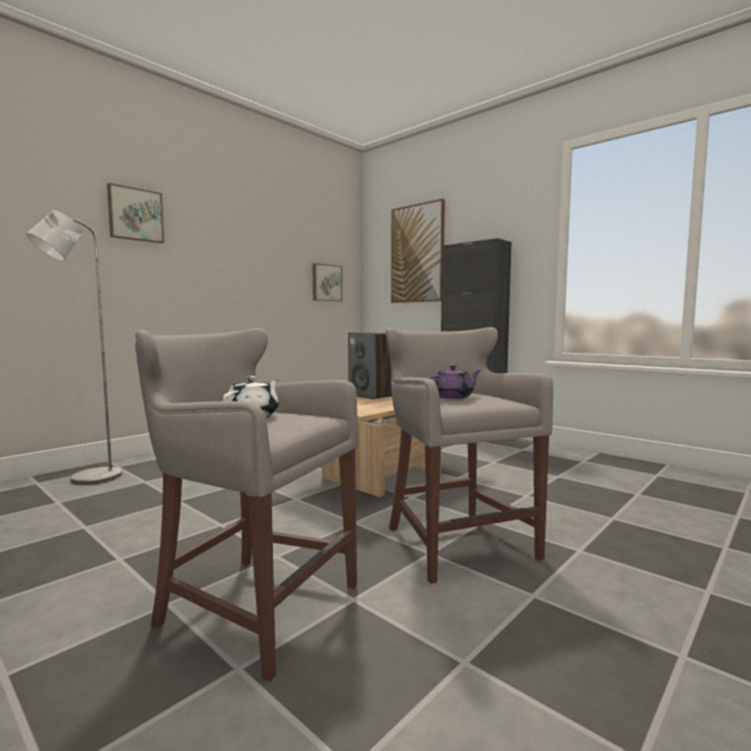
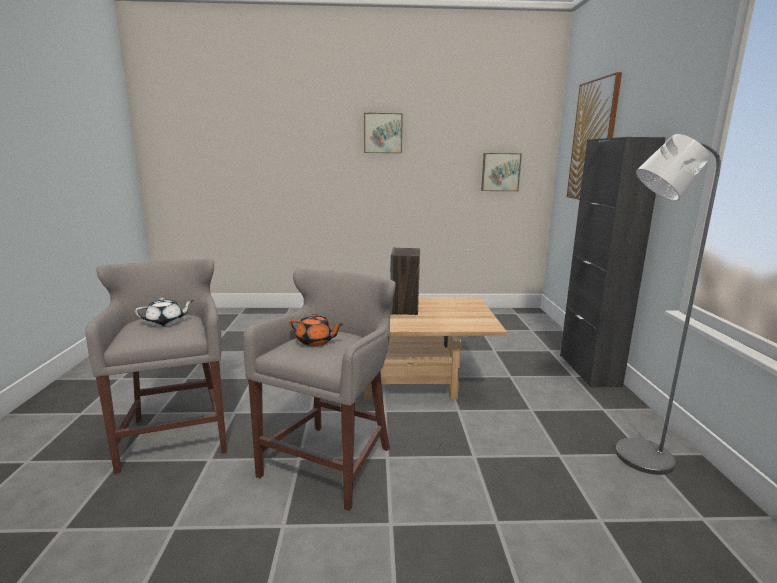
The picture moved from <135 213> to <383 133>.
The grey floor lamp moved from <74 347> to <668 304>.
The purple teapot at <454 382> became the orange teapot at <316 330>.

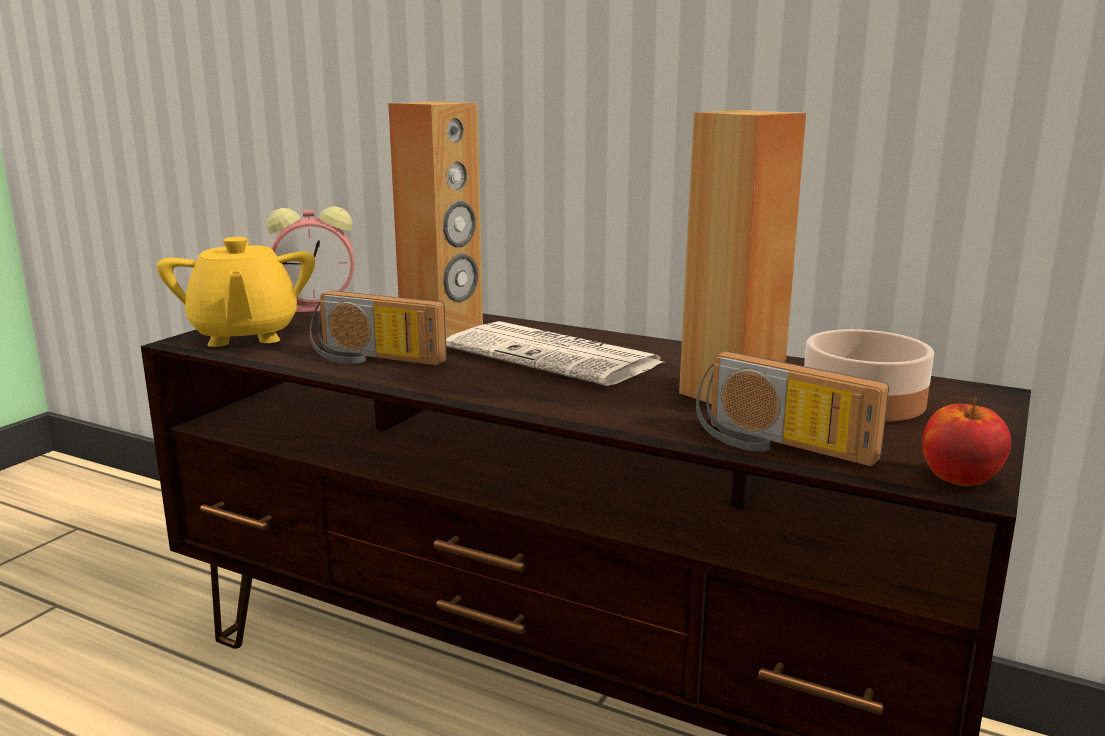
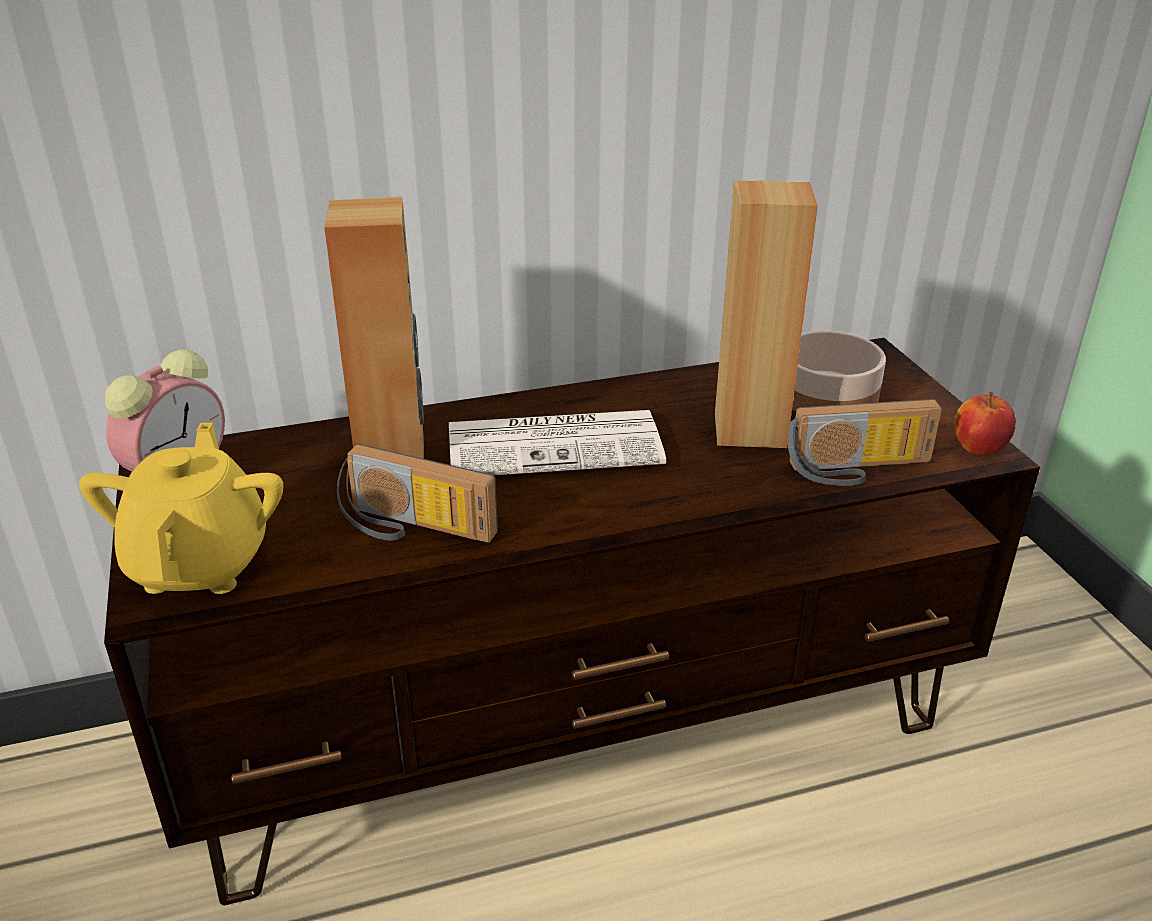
The yellow teapot at <236 292> turned 120 degrees counterclockwise.
The radio at <378 328> turned 45 degrees clockwise.

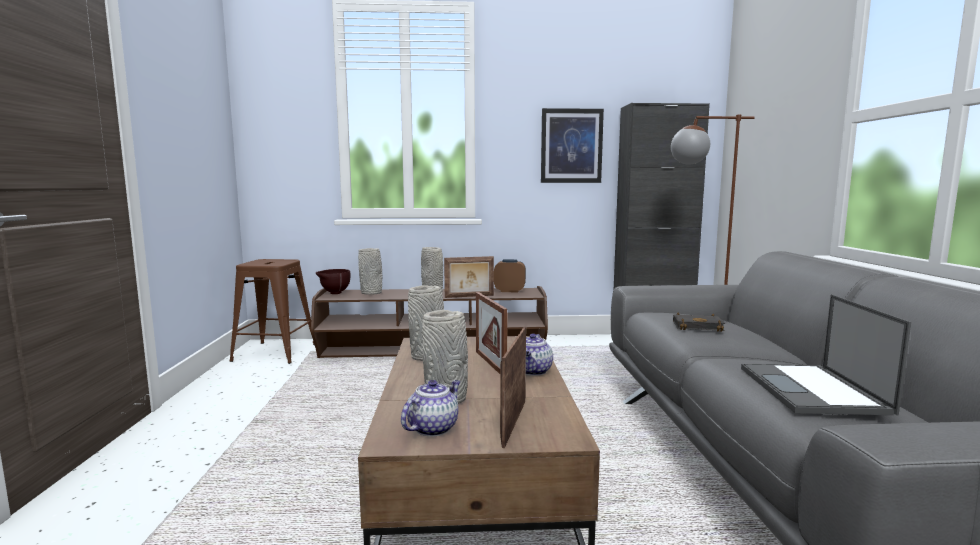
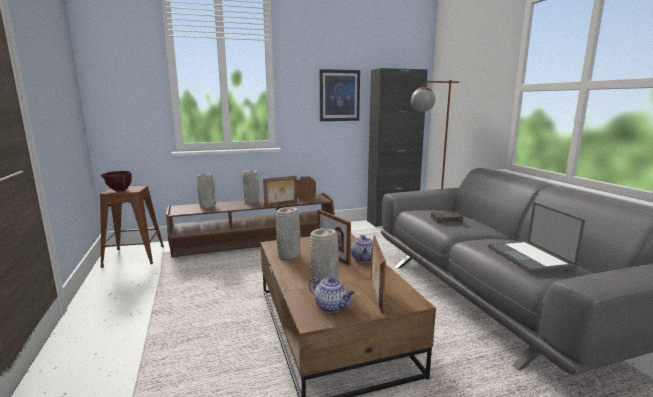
The brown bowl moved from <333 281> to <116 181>.
The teapot at <431 408> turned 105 degrees clockwise.

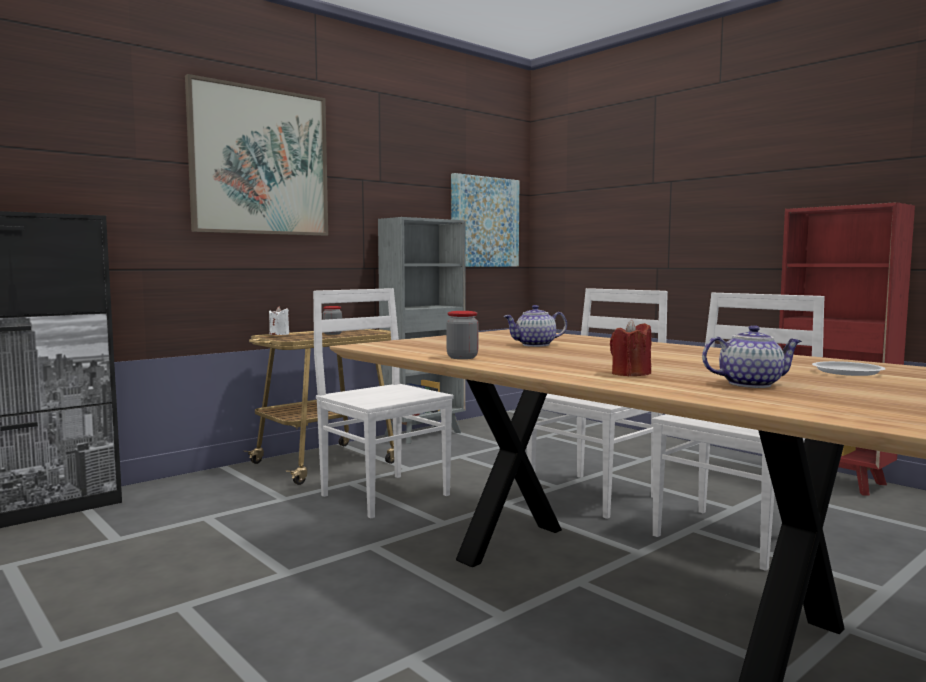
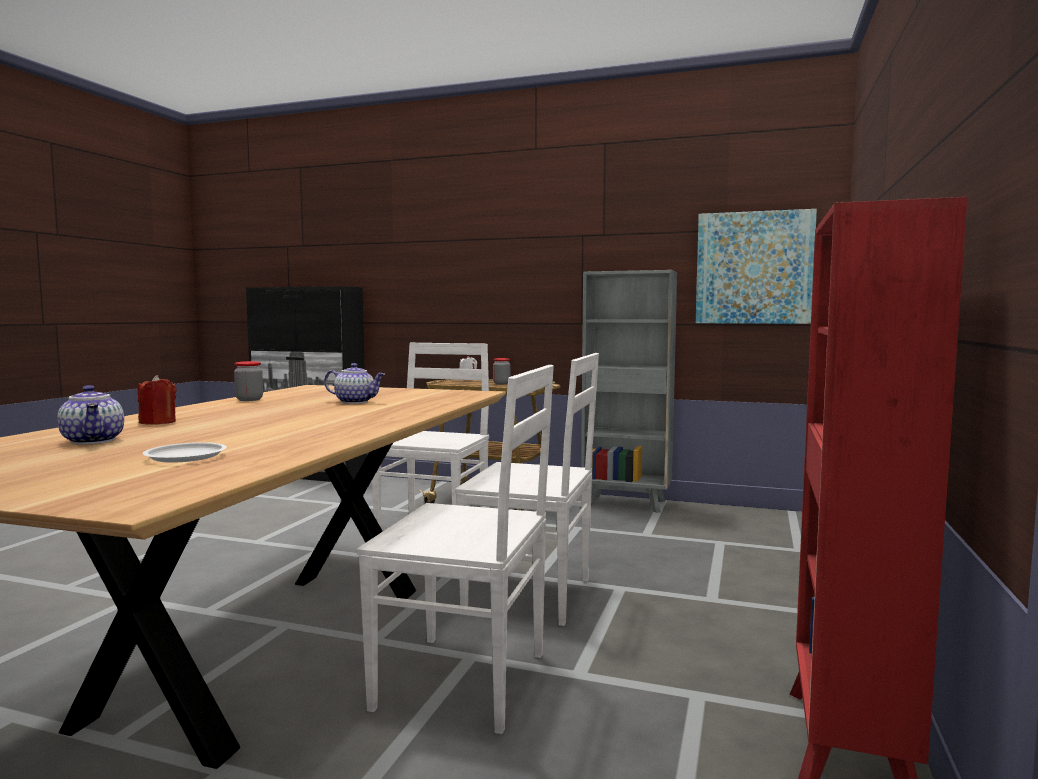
The picture at <256 155> disappeared.
The teapot at <535 326> turned 150 degrees clockwise.

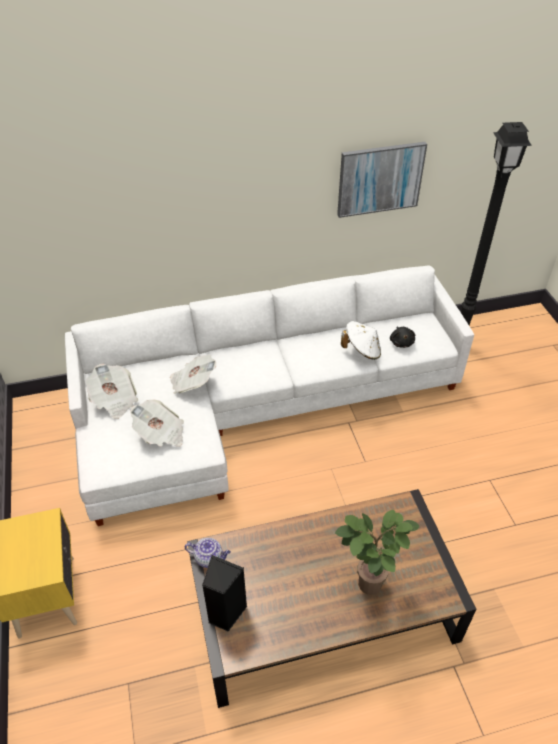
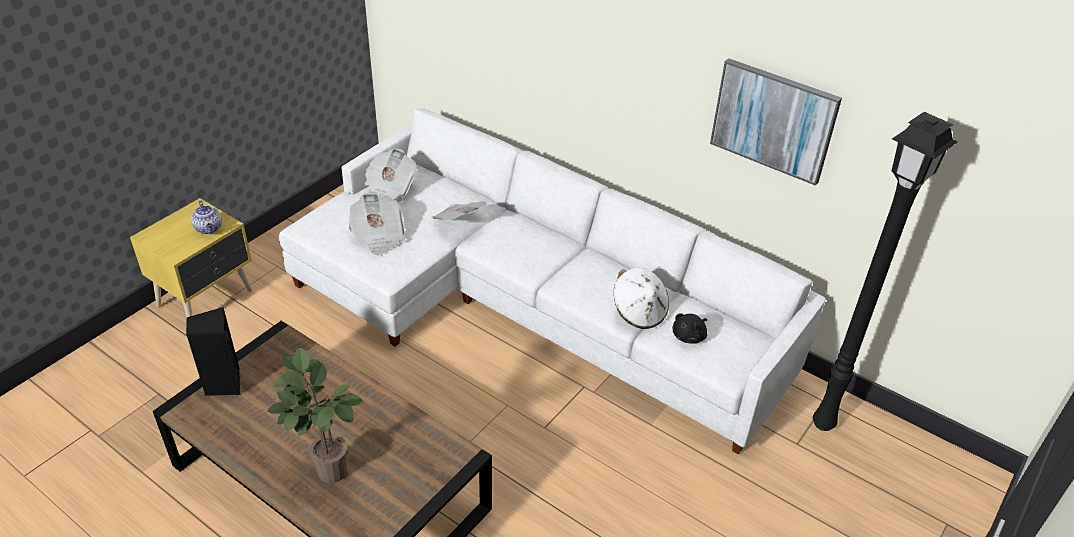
The teapot moved from <208 553> to <206 217>.

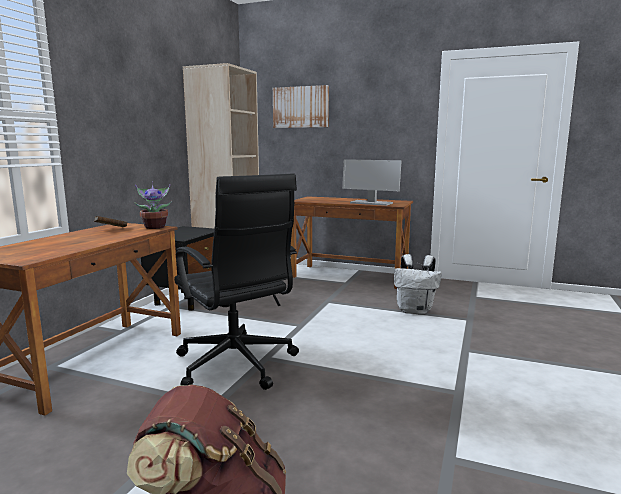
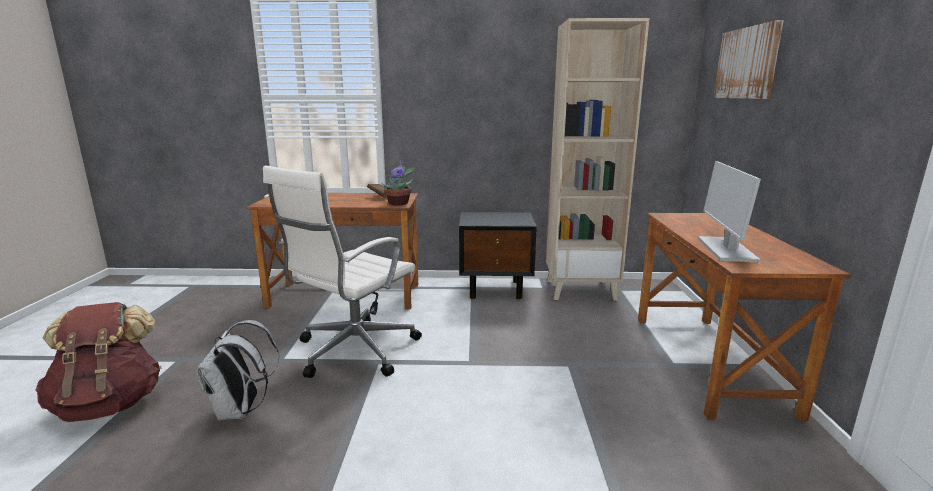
The black office chair at <236 282> became the white office chair at <342 272>.
The white backpack moved from <418 284> to <238 370>.

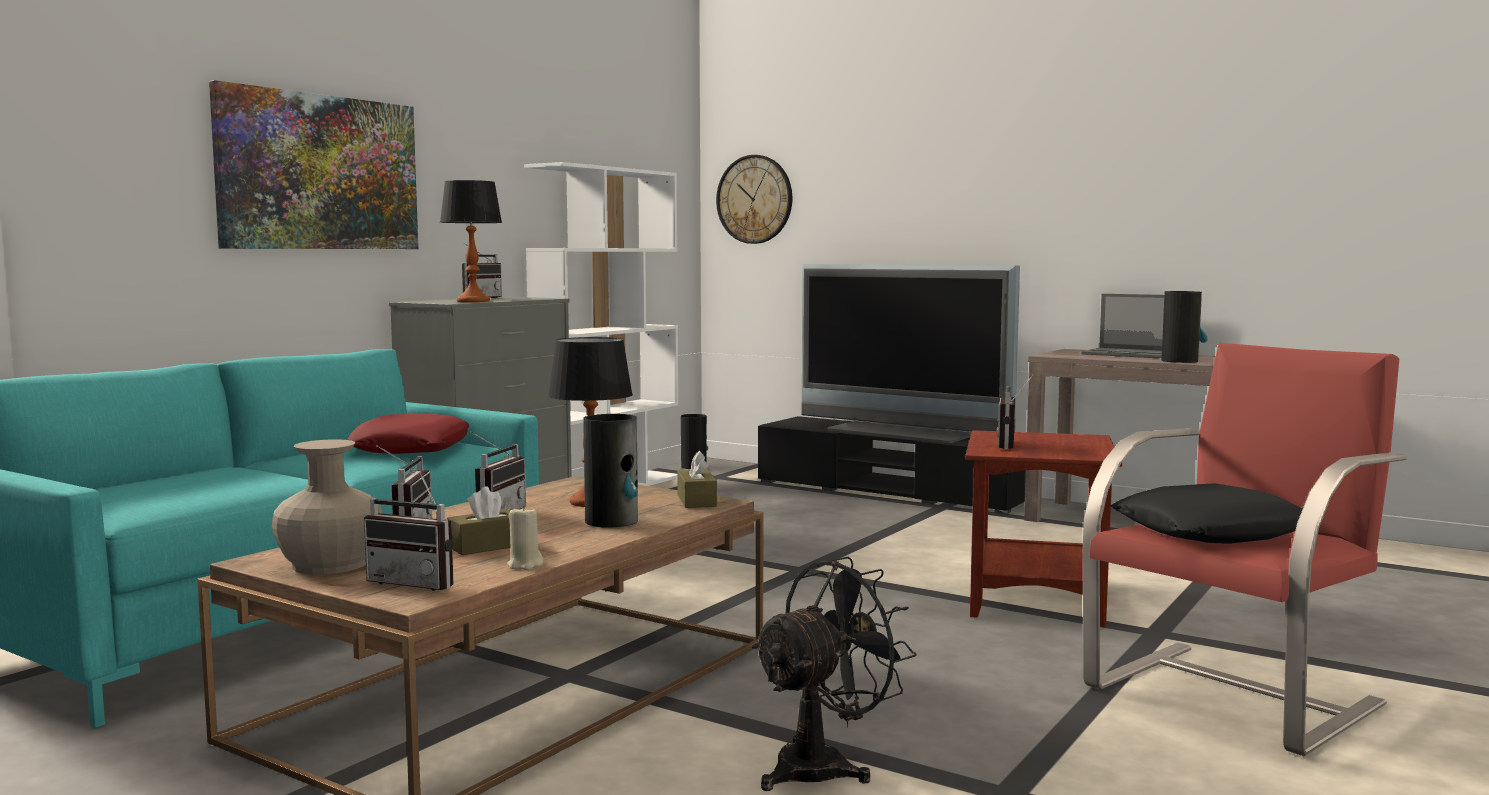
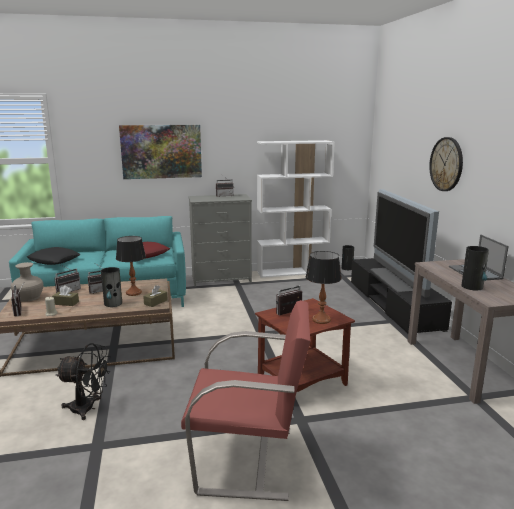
The wall clock moved from <754 199> to <446 164>.
The table lamp moved from <471 241> to <323 287>.
The black pillow moved from <1206 513> to <54 256>.

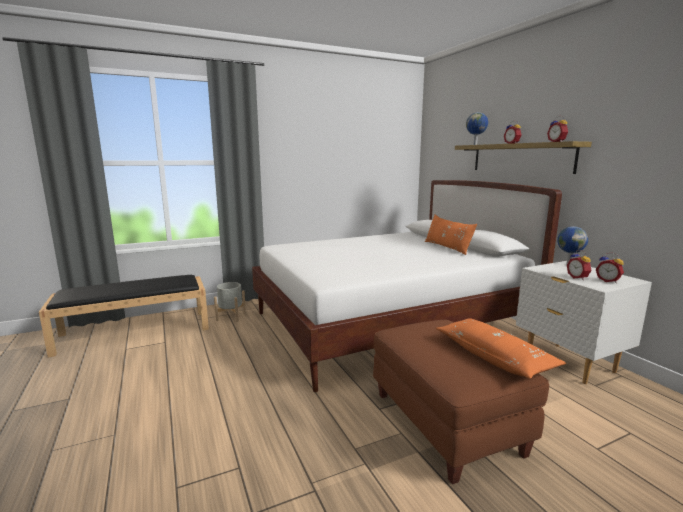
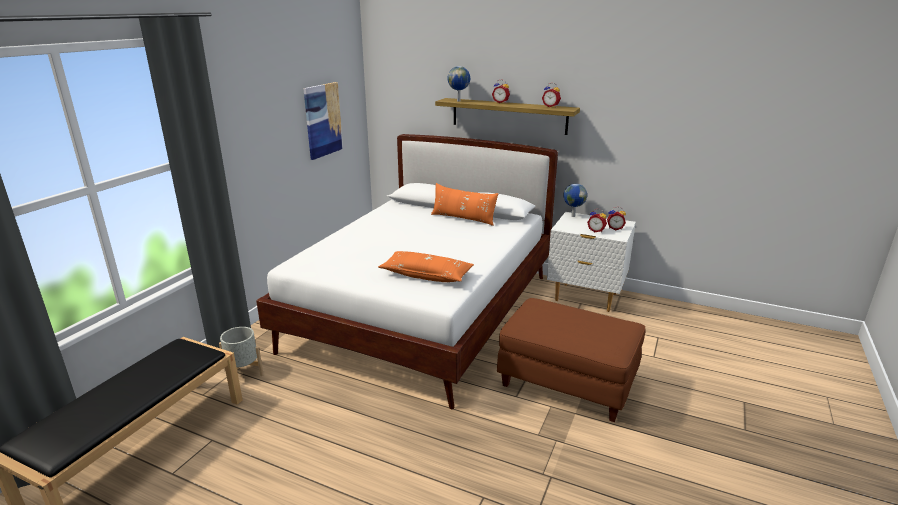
The orange pillow moved from <501 348> to <426 266>.
The picture at <323 121> appeared.

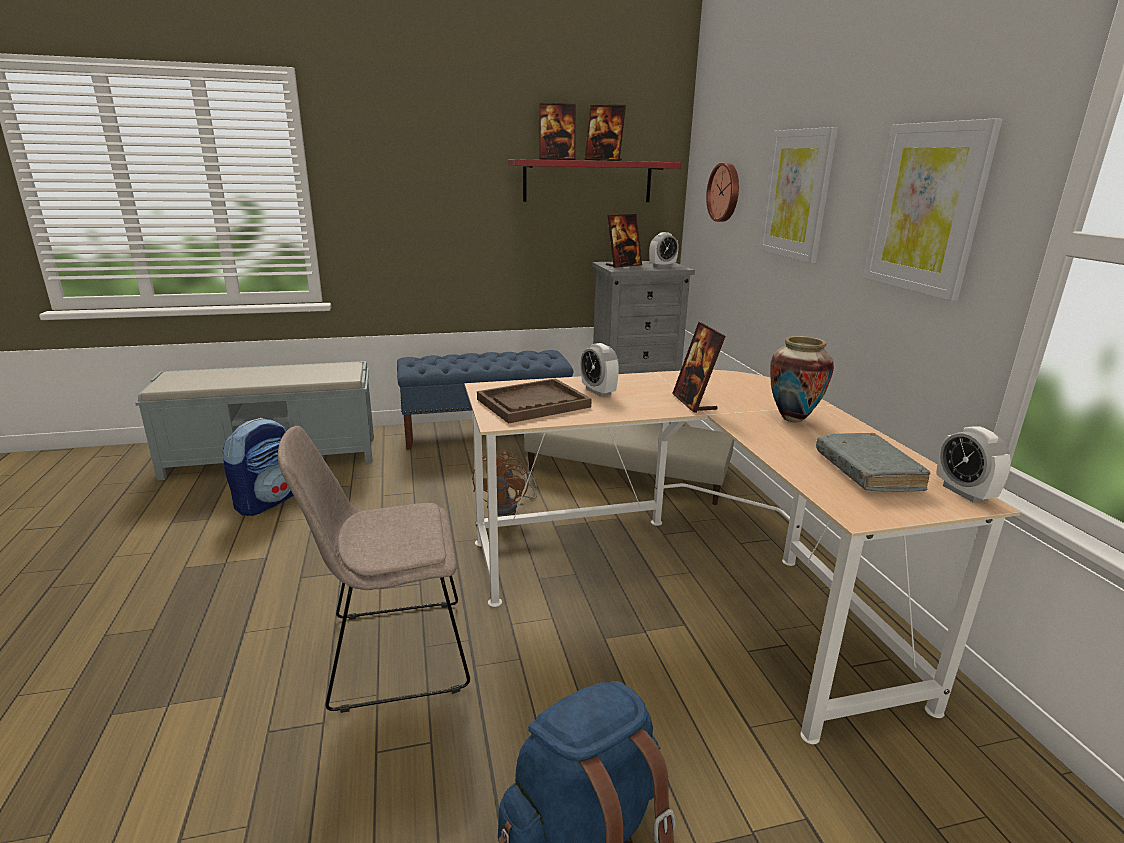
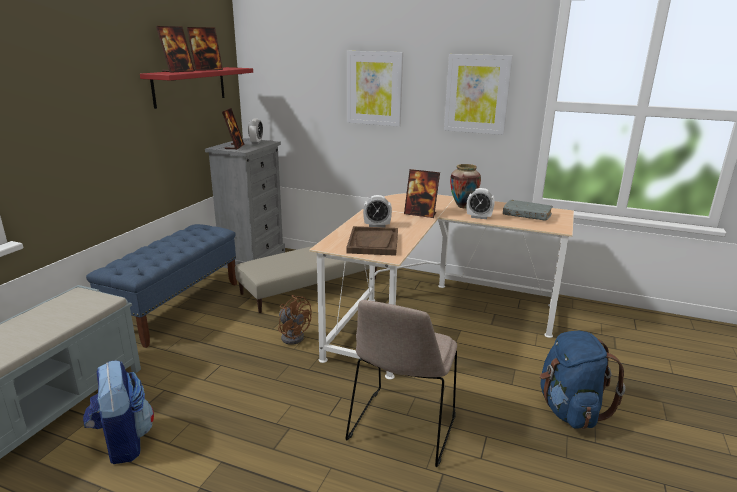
The wall clock at <722 192> disappeared.
The alarm clock moved from <973 464> to <481 203>.

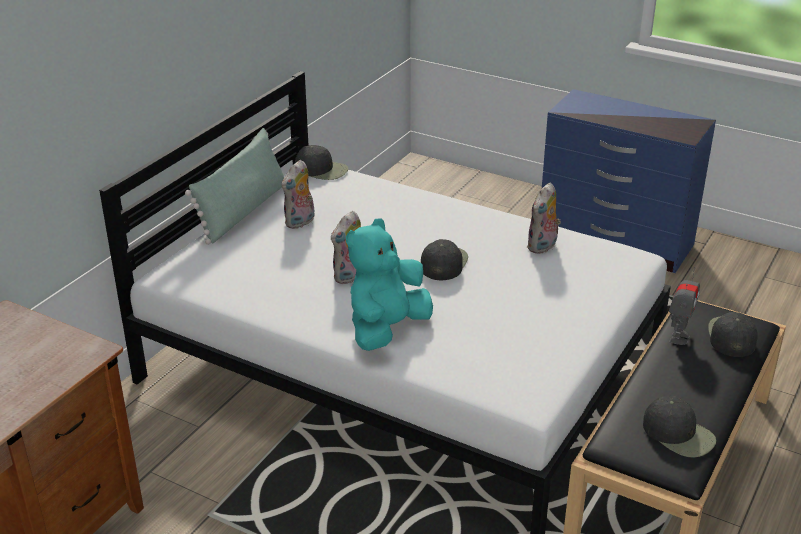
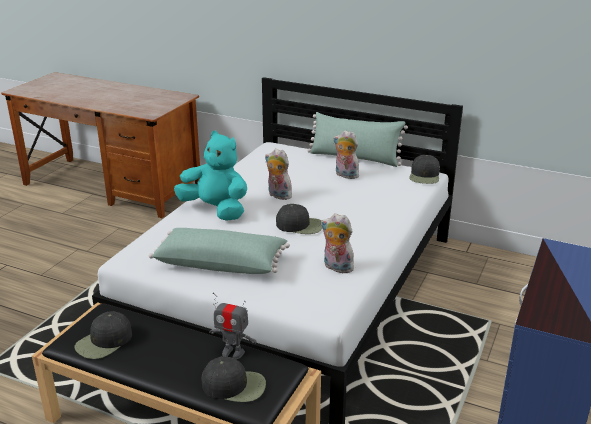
The green pillow at <219 251> appeared.

